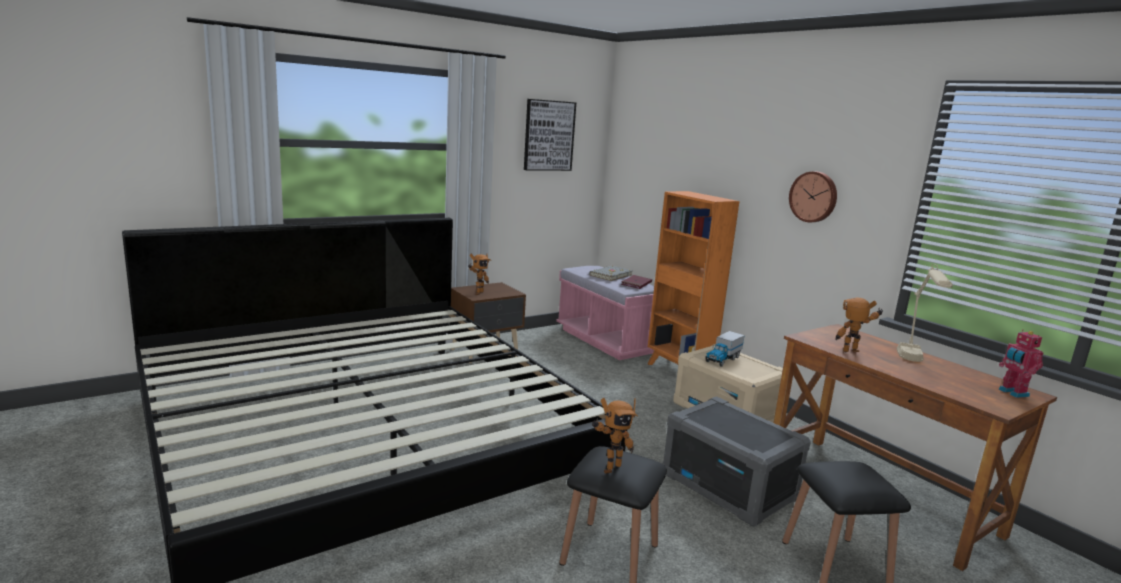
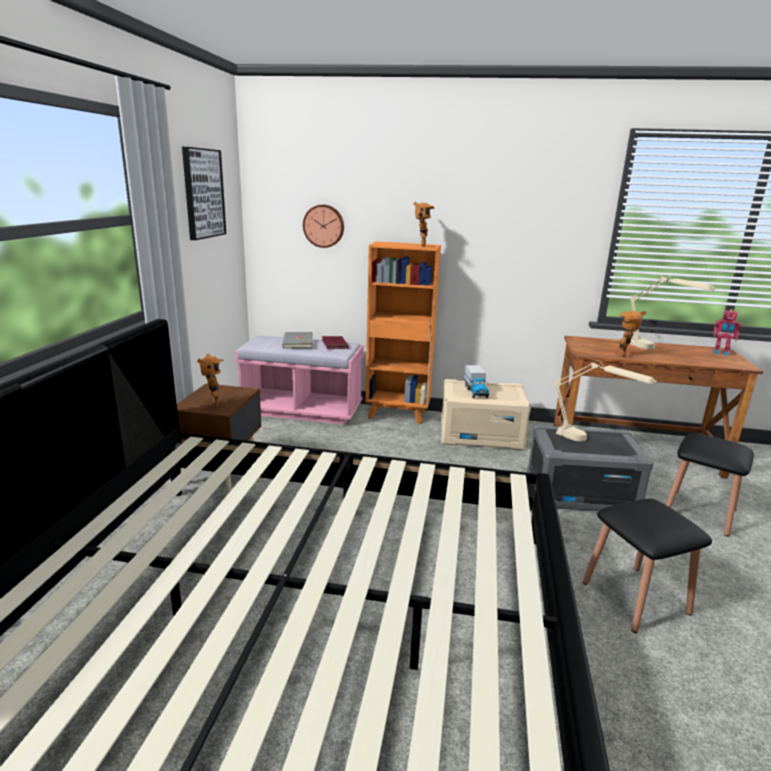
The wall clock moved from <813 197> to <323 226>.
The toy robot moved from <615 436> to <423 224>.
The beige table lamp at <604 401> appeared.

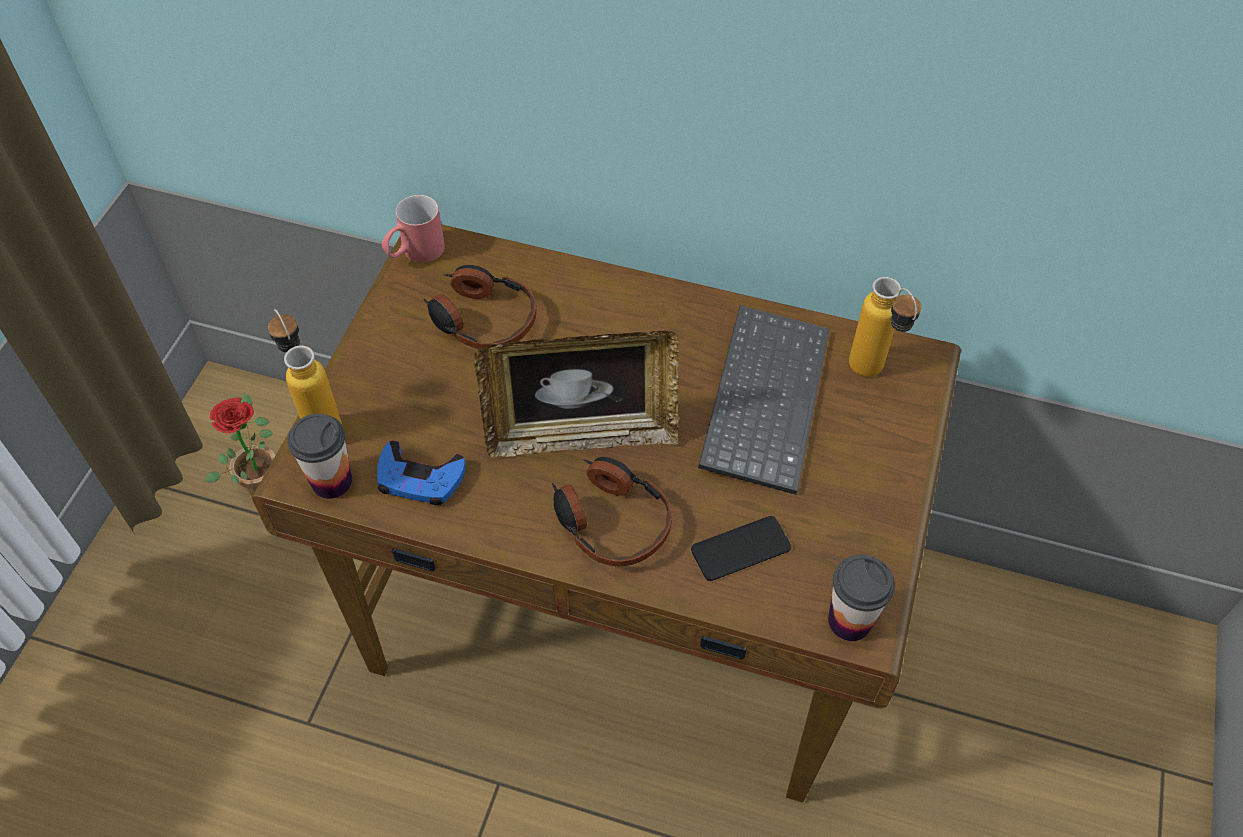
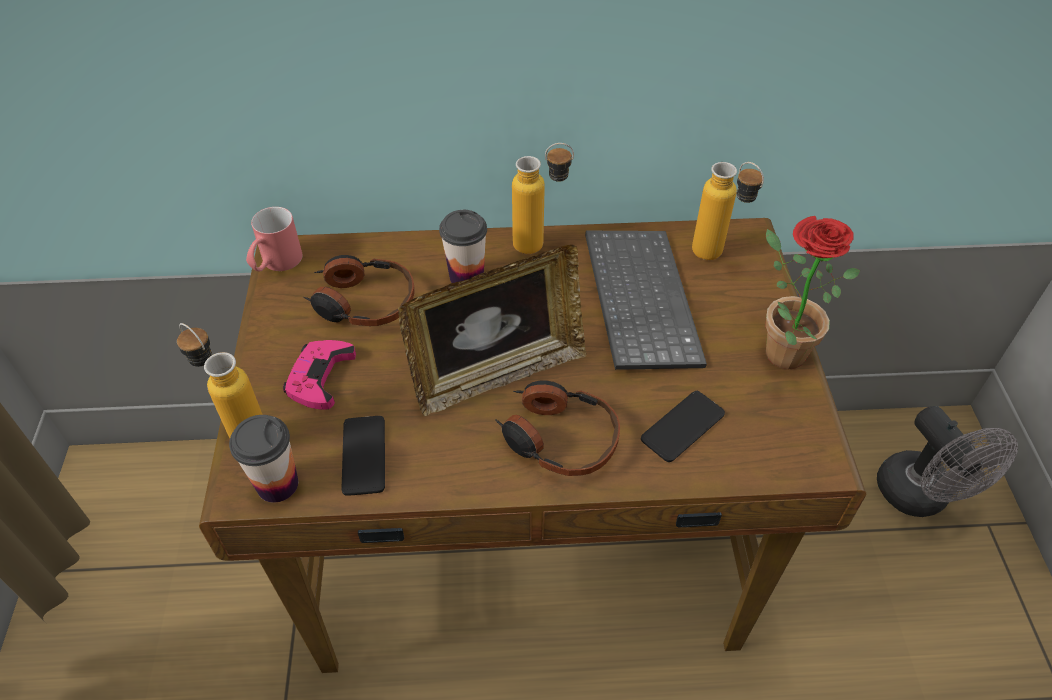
The potted plant moved from <240 445> to <813 292>.
The blue game controller at <421 472> was replaced by the phone at <363 456>.
The cup moved from <861 598> to <463 246>.
The bottle at <543 198> appeared.
The pink game controller at <319 375> appeared.
The grey fan at <947 461> appeared.

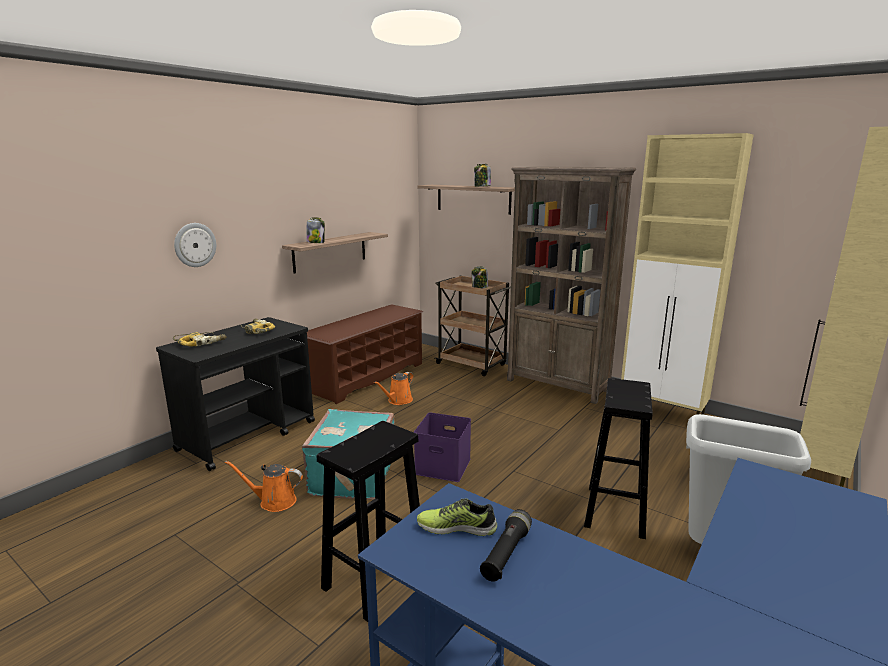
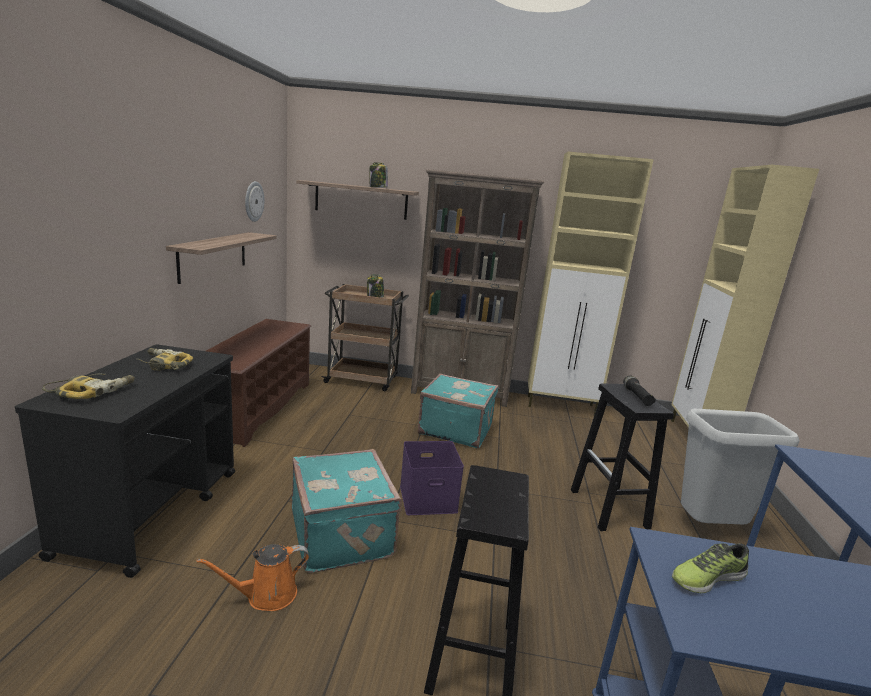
The jar at <315 230> disappeared.
The wall clock moved from <195 245> to <254 201>.
The orange watering can at <393 388> disappeared.
The black flashlight moved from <506 545> to <639 390>.
The turquoise suitcase at <458 411> appeared.

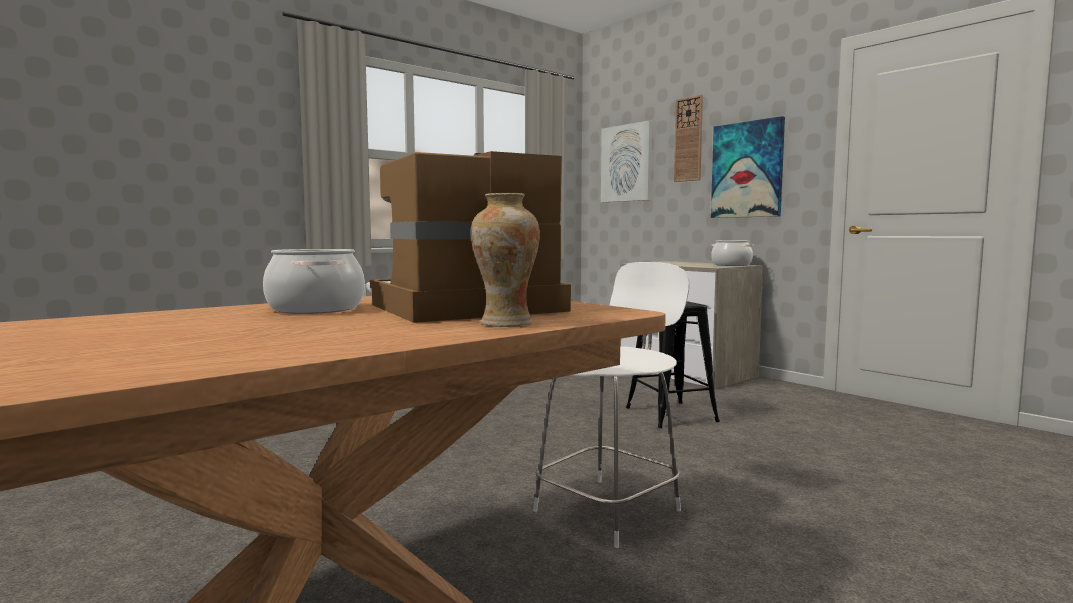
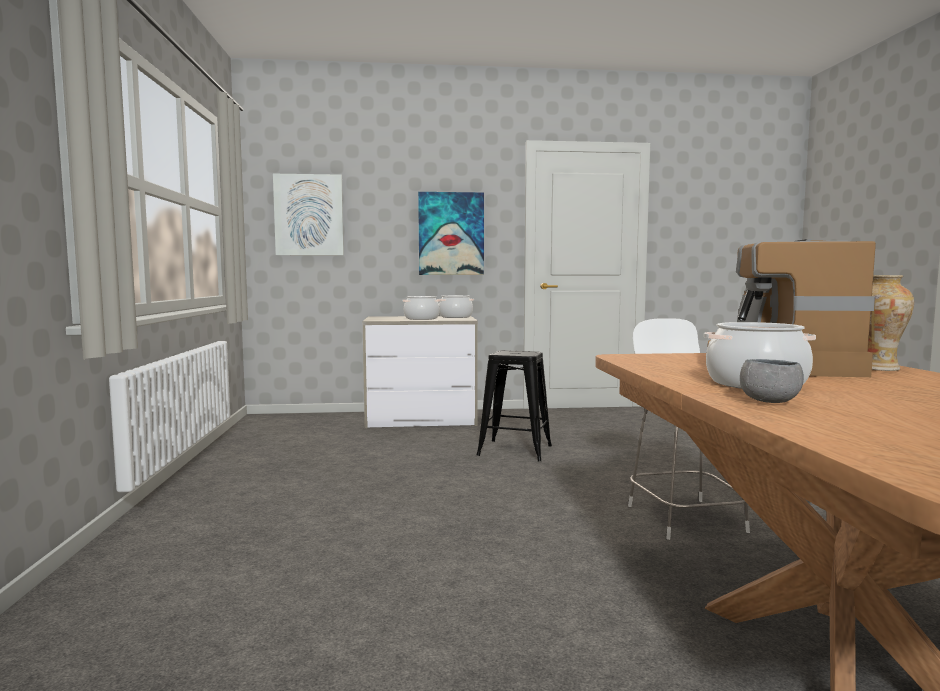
The wall clock at <688 138> disappeared.
The cooking pot at <421 308> appeared.
The grey bowl at <772 381> appeared.

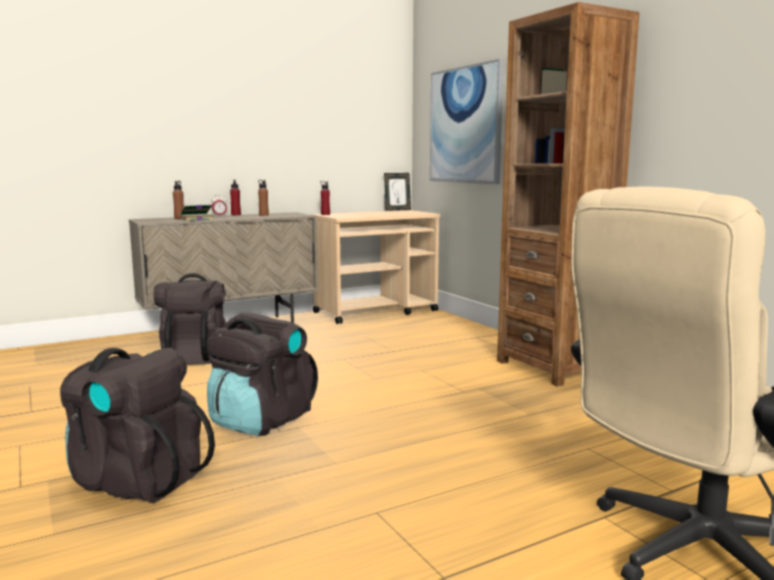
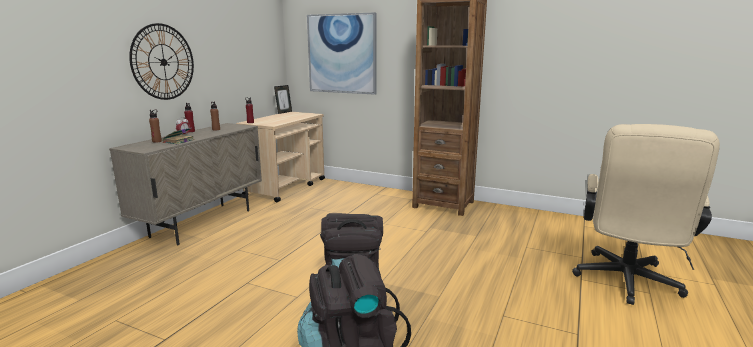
The black backpack at <189 319> disappeared.
The wall clock at <161 61> appeared.

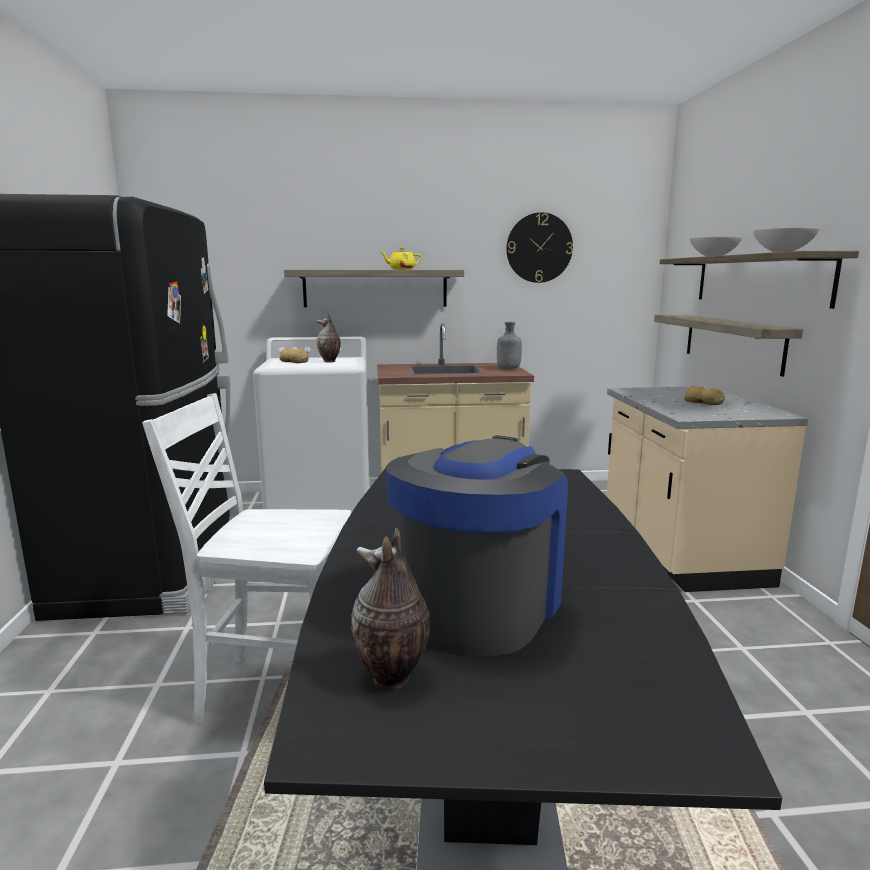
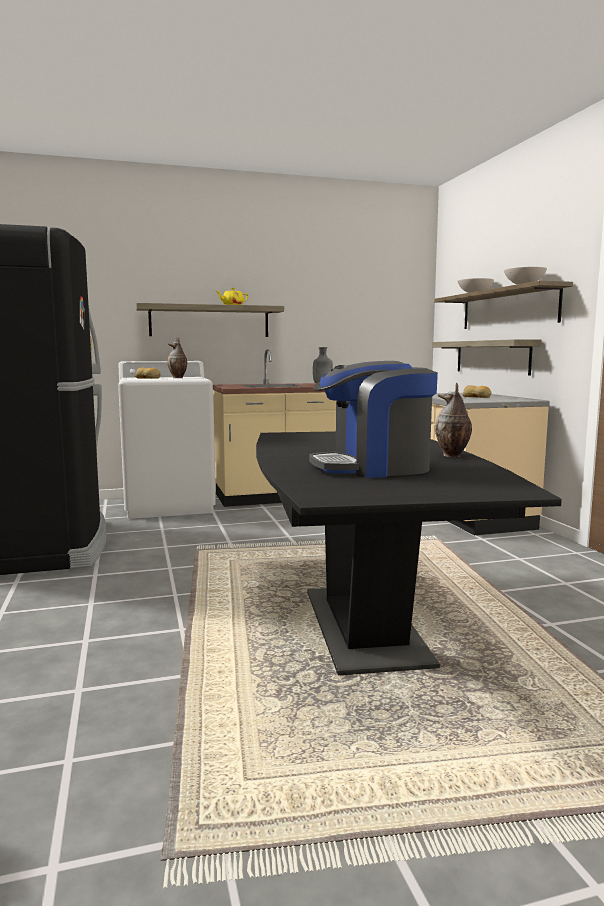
The wall clock at <539 247> disappeared.
The white chair at <246 558> disappeared.
The coffee machine at <477 545> turned 120 degrees counterclockwise.
The vase moved from <390 608> to <453 419>.

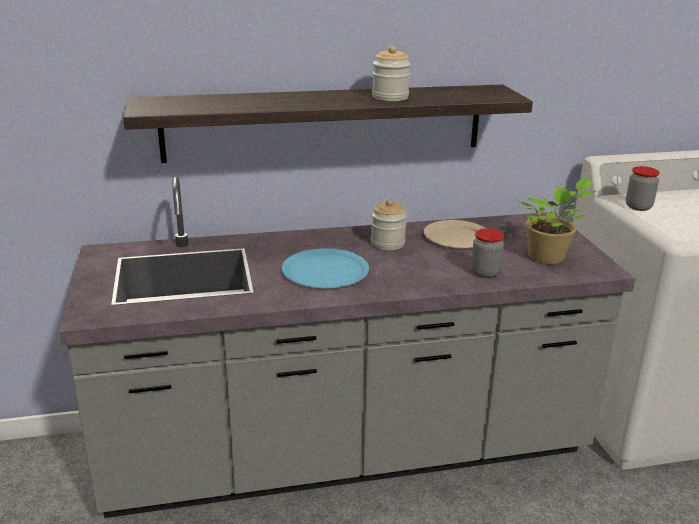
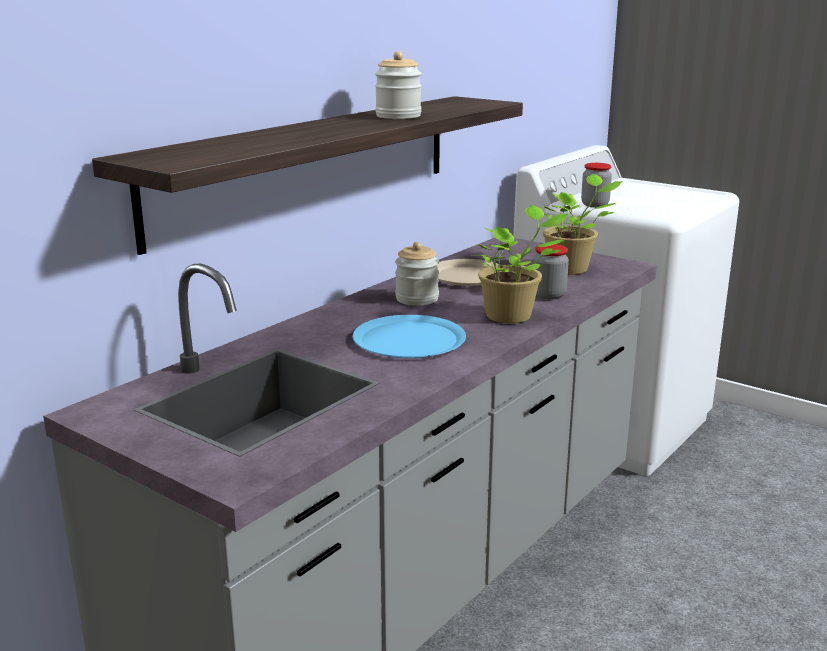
The potted plant at <522 264> appeared.

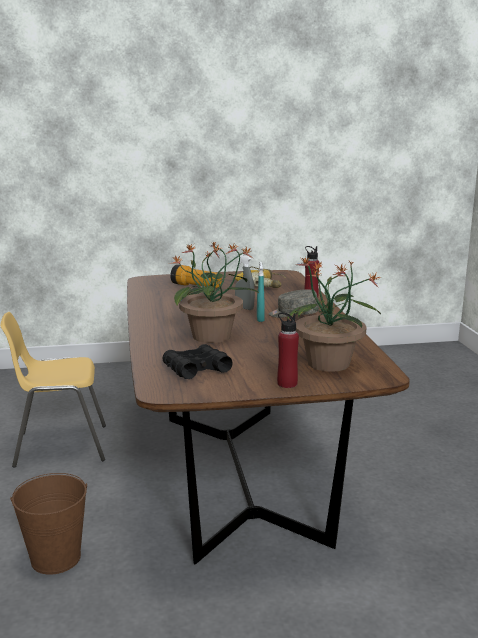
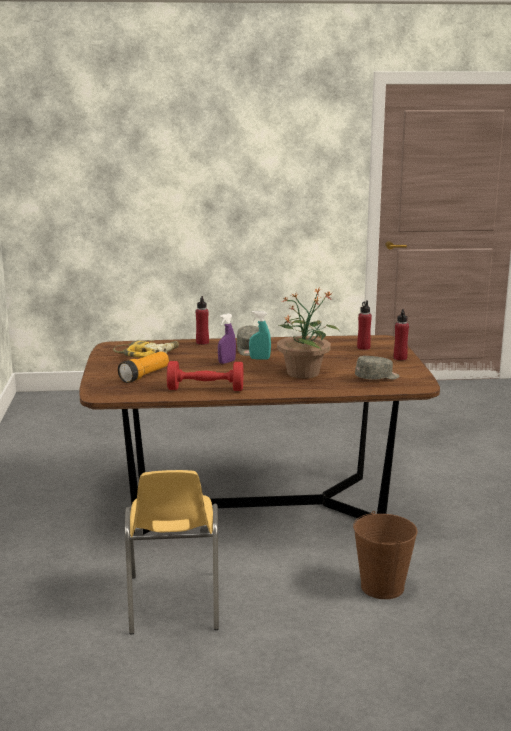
The grey spray bottle at <245 282> became the purple spray bottle at <227 338>.
The potted plant at <334 314> was replaced by the red bottle at <364 325>.
The black binoculars at <198 361> was replaced by the grey cap at <377 368>.
The red dumbbell at <205 376> appeared.

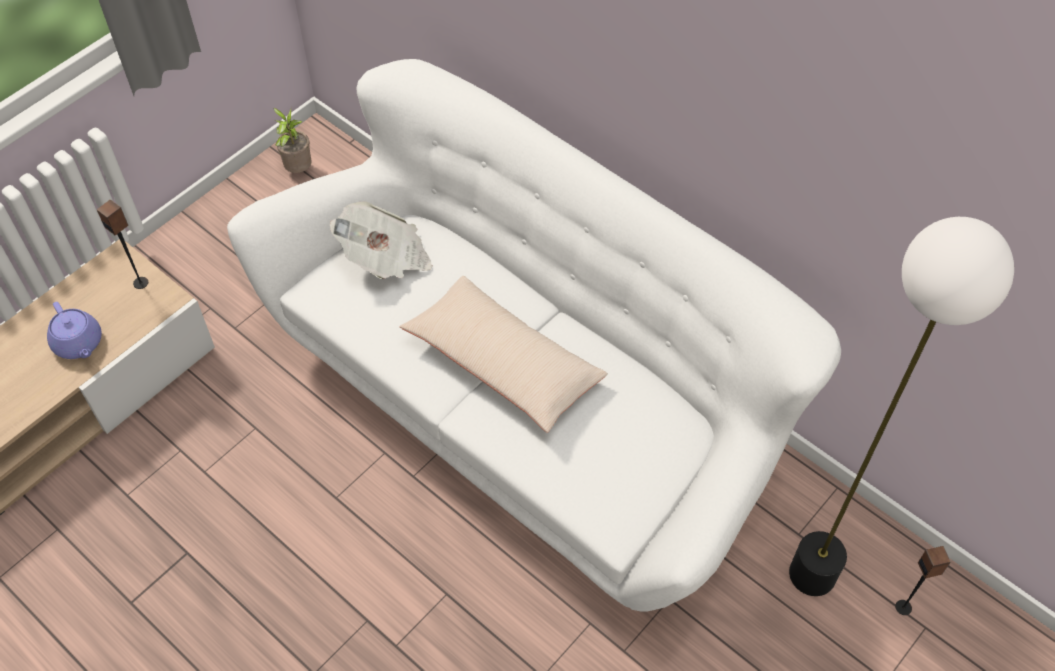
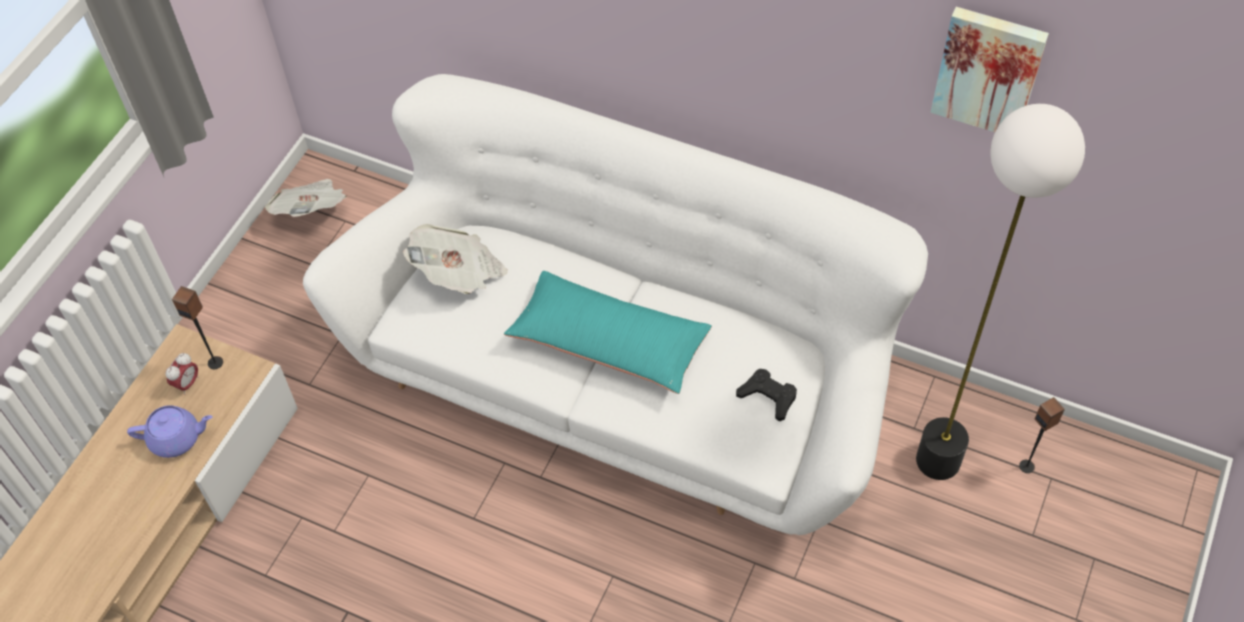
The potted plant at <293 140> was replaced by the newspaper at <306 198>.
The beige pillow at <503 354> became the turquoise pillow at <608 332>.
The purple teapot at <74 330> turned 45 degrees counterclockwise.
The picture at <990 69> appeared.
The alarm clock at <182 374> appeared.
The black game controller at <766 395> appeared.

